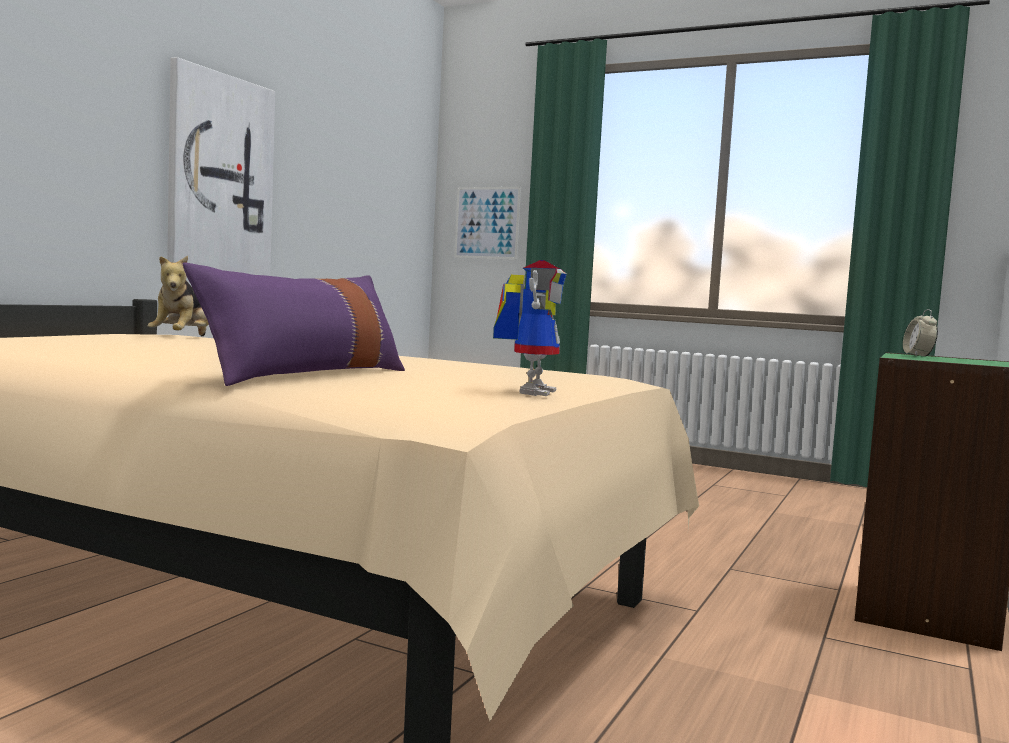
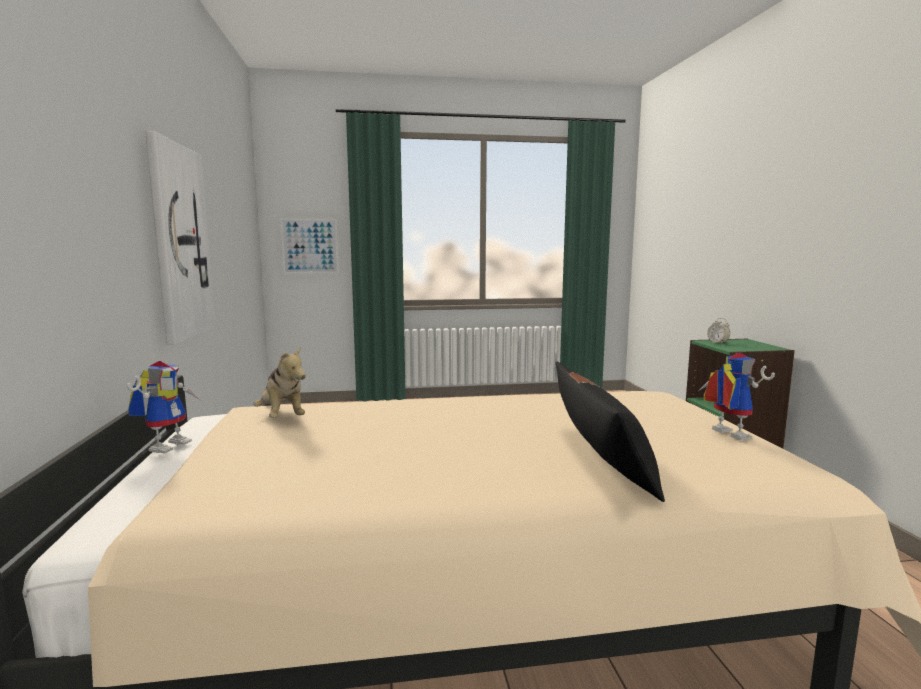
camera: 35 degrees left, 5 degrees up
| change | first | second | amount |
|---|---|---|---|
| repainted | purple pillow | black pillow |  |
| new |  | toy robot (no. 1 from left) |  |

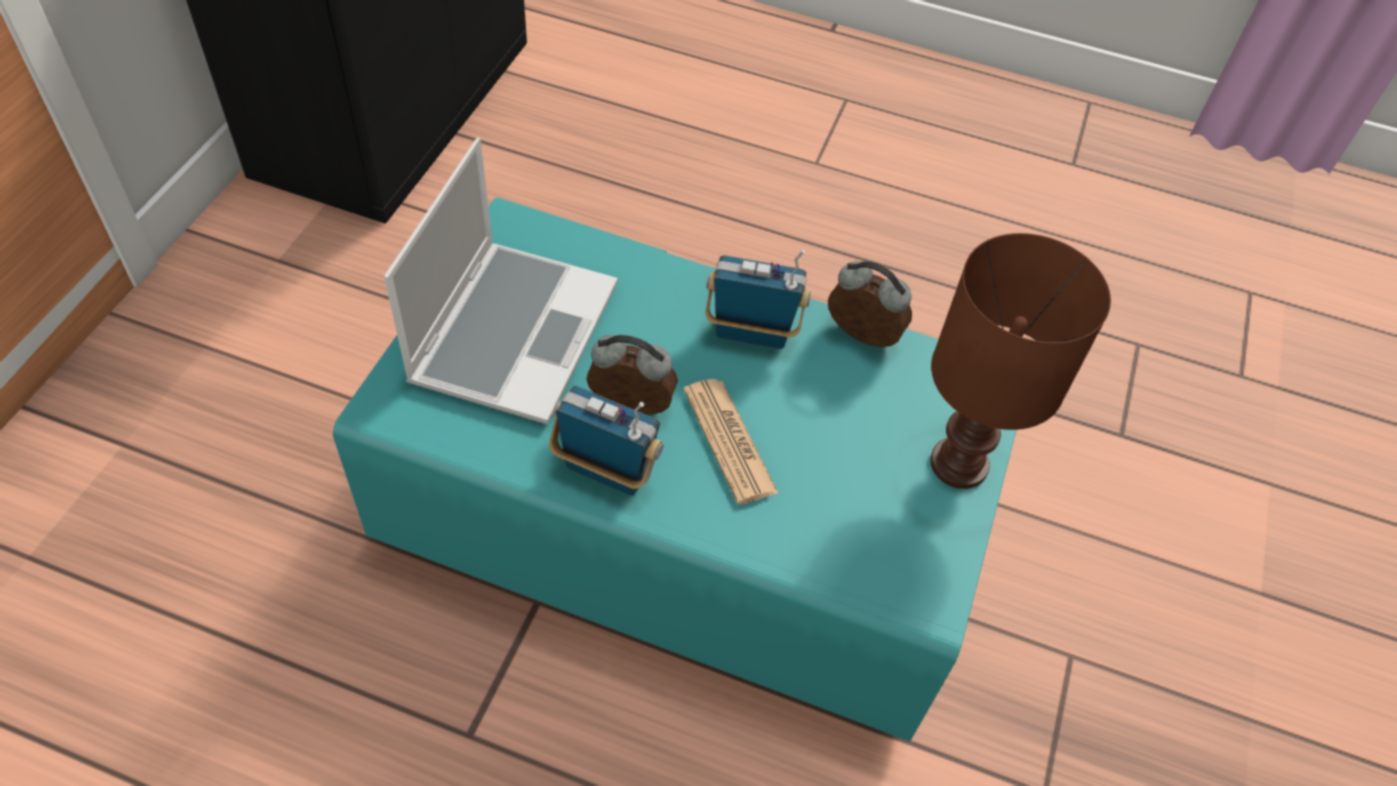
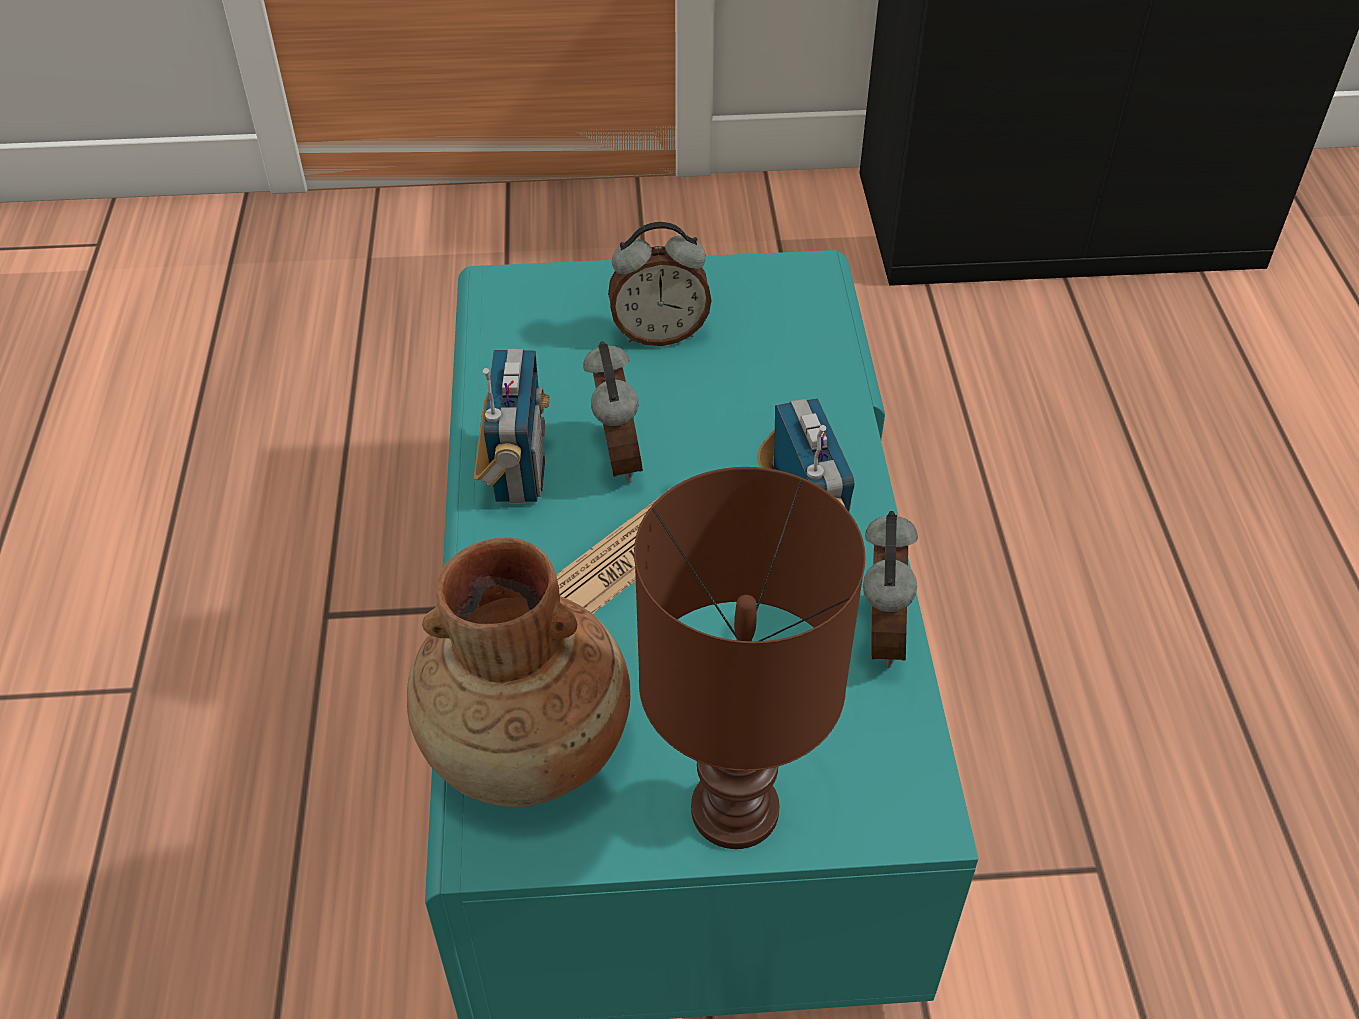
camera: 70 degrees right, 5 degrees down
| change | first | second | amount |
|---|---|---|---|
| swapped | laptop | alarm clock (no. 2 from left) |  |
| new |  | brown vase |  |

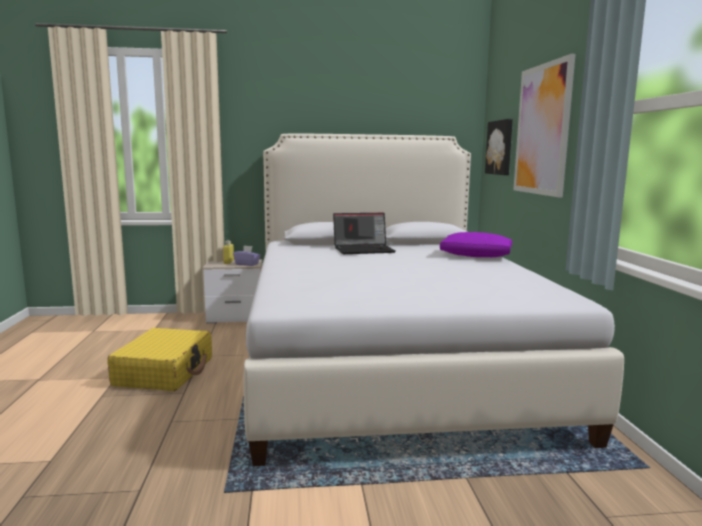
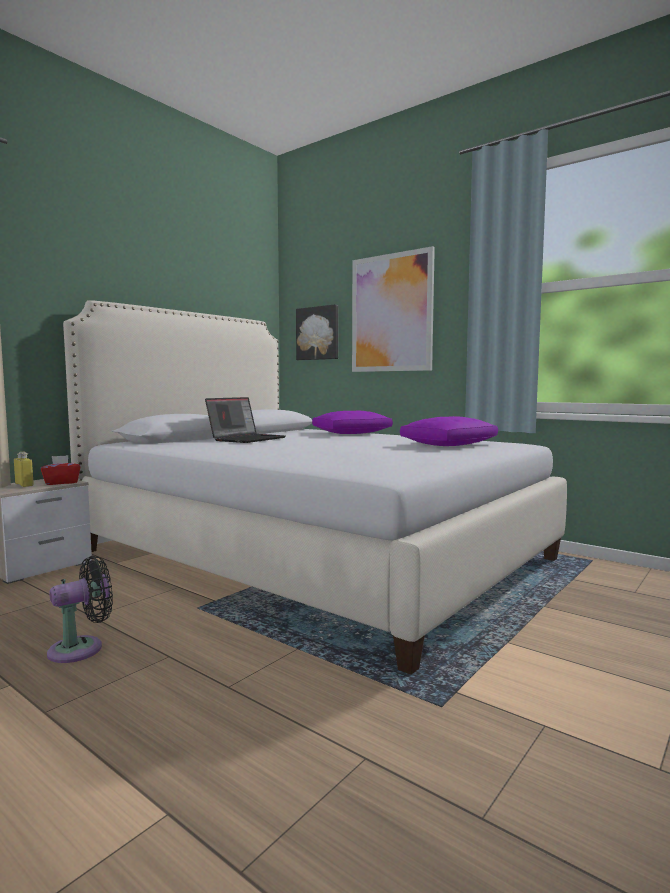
camera: 45 degrees left, 5 degrees down
| change | first | second | amount |
|---|---|---|---|
| repainted | purple tissue box | red tissue box |  |
| swapped | yellow suitcase | black fan |  |
| new |  | purple pillow (no. 2 from left) |  |

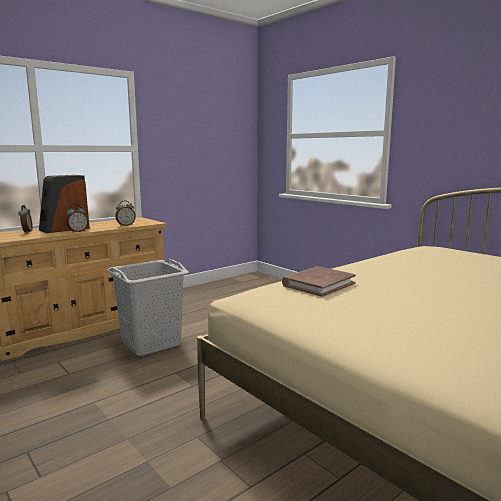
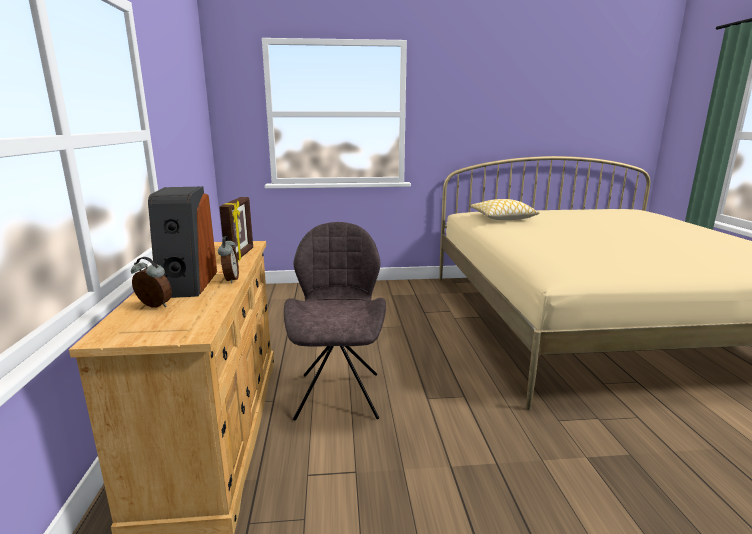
camera: 55 degrees left, 5 degrees up
| change | first | second | amount |
|---|---|---|---|
| swapped | alarm clock (no. 3 from left) | picture frame |  |
| swapped | grey laundry basket | grey chair |  |
| gone | brown book |  |  |
| new |  | pillow |  |

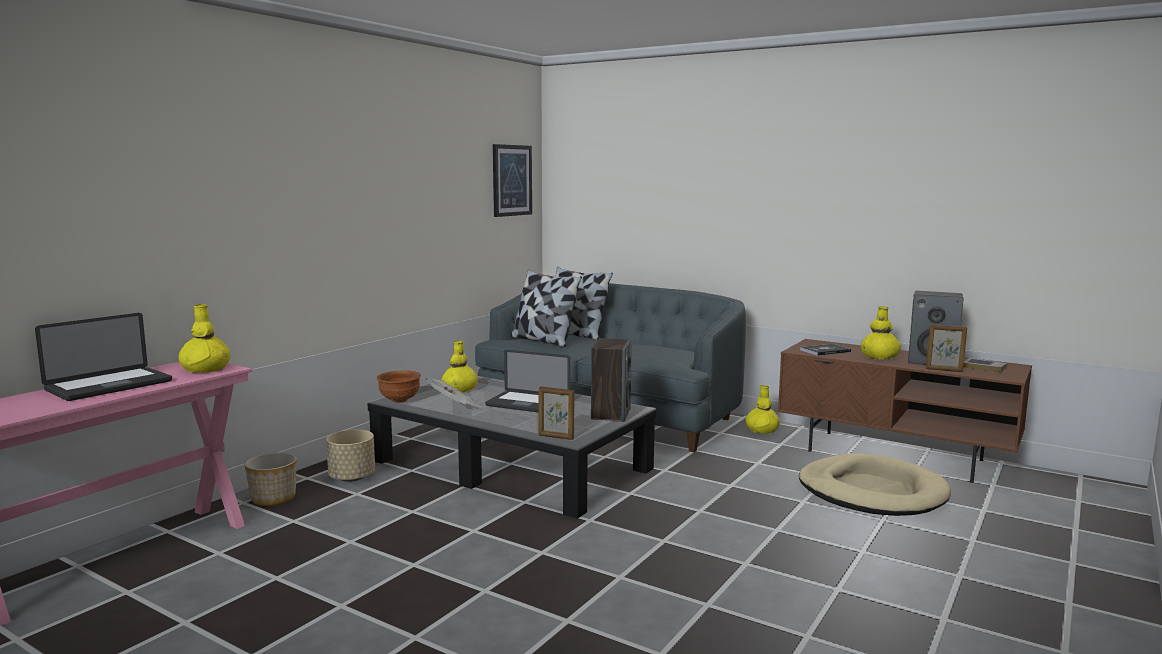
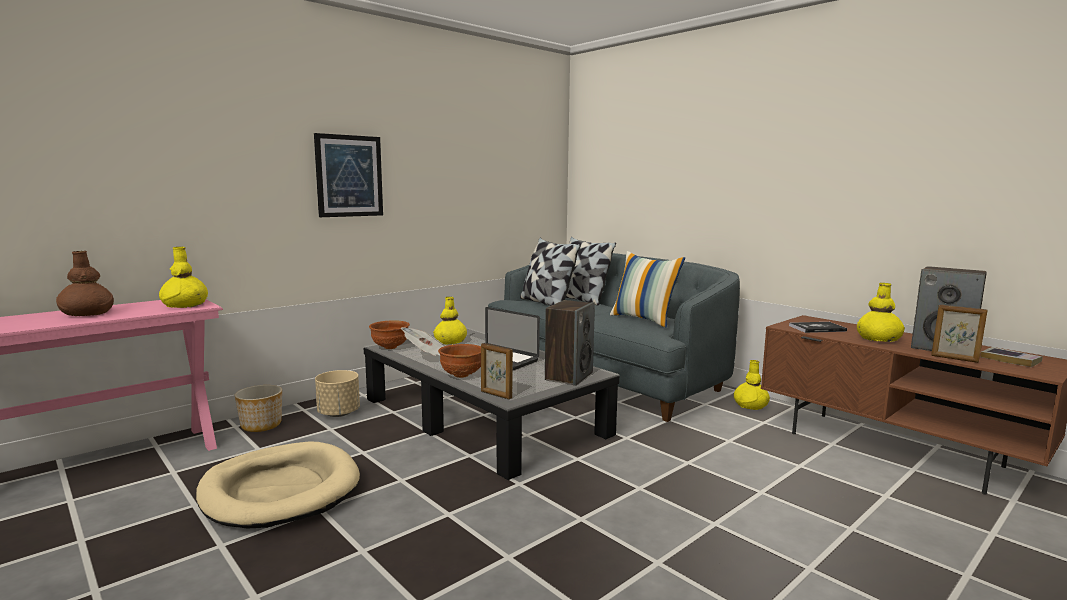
camera: 15 degrees right, 0 degrees up
| change | first | second | amount |
|---|---|---|---|
| shifted | picture |  |  |
| swapped | laptop (no. 1 from left) | brown vase |  |
| shifted | beige dog bed |  |  |
| new |  | pillow (no. 3 from left) |  |
| new |  | brown bowl (no. 2 from left) |  |

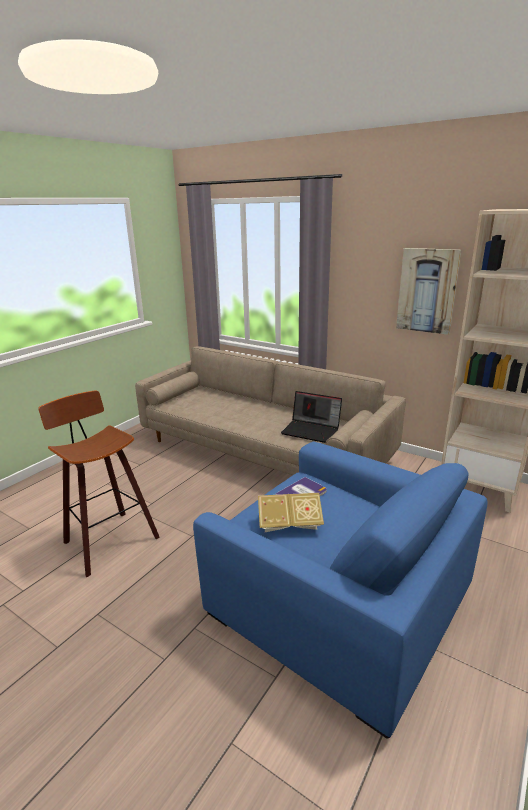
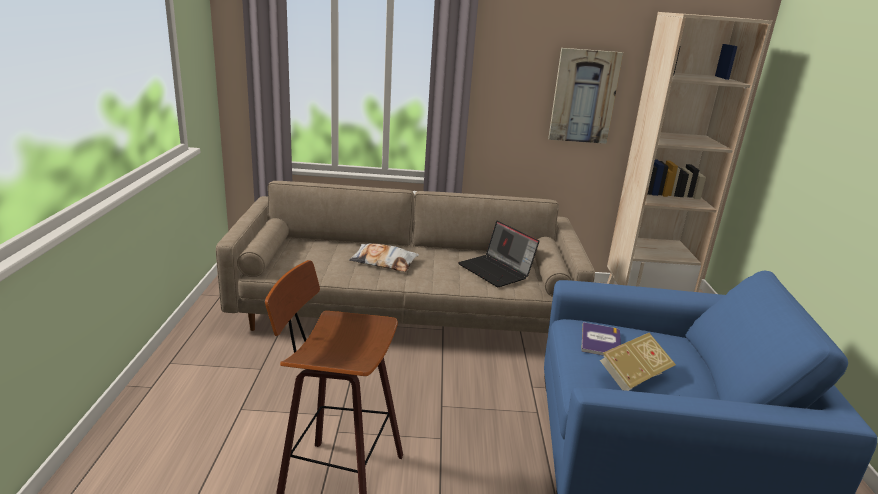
camera: 35 degrees left, 0 degrees up
| change | first | second | amount |
|---|---|---|---|
| rotated | laptop |  | 60 degrees clockwise |
| new |  | pillow |  |

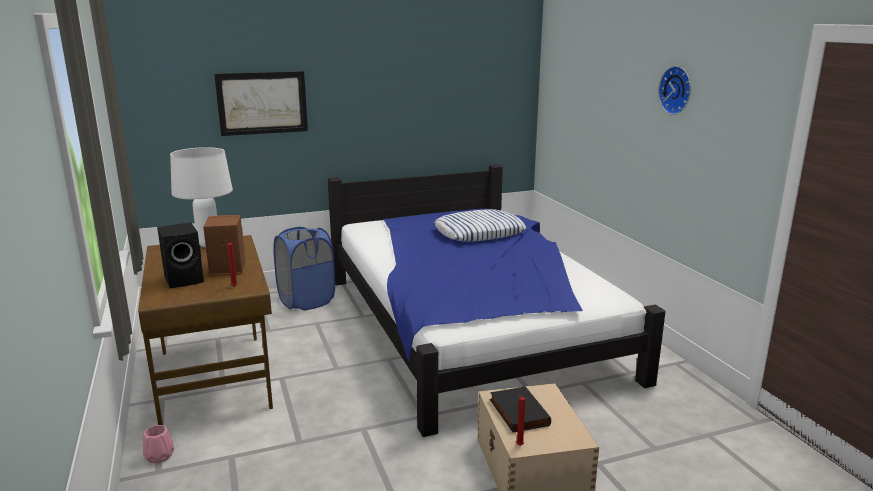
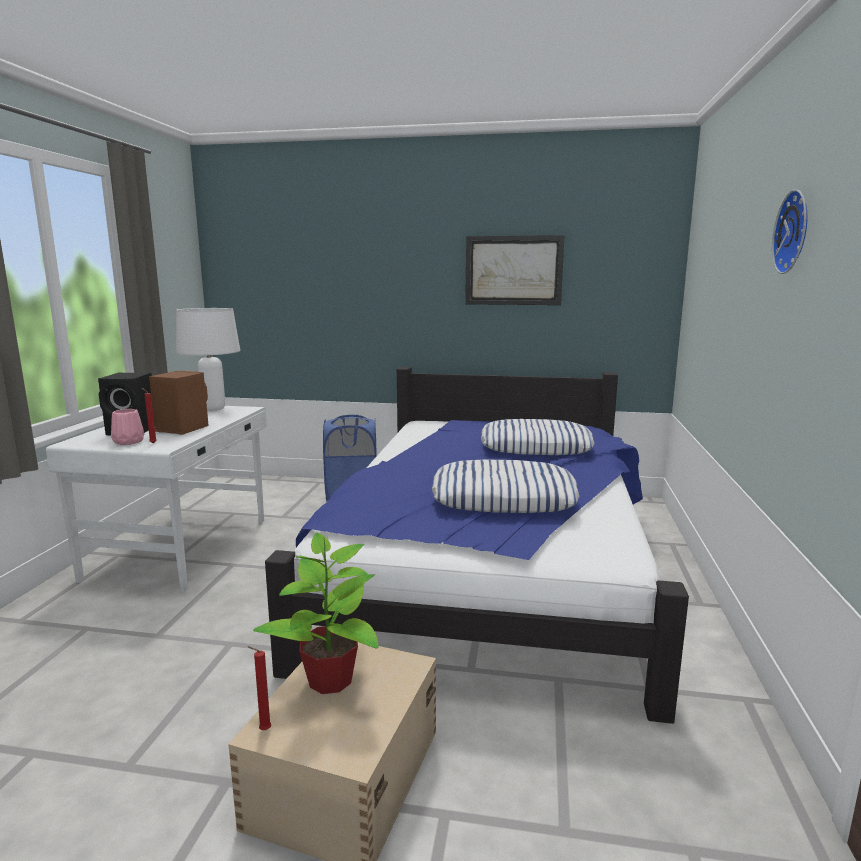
camera: 30 degrees right, 5 degrees down
| change | first | second | amount |
|---|---|---|---|
| shifted | picture |  |  |
| repainted | brown desk | white desk |  |
| swapped | black book | potted plant |  |
| shifted | pink vase |  |  |
| new |  | pillow (no. 1 from left) |  |

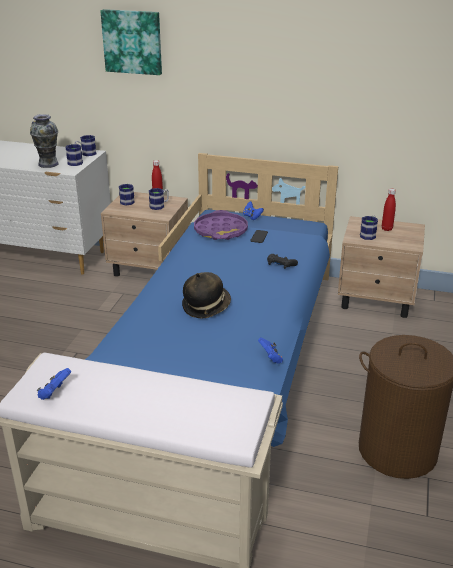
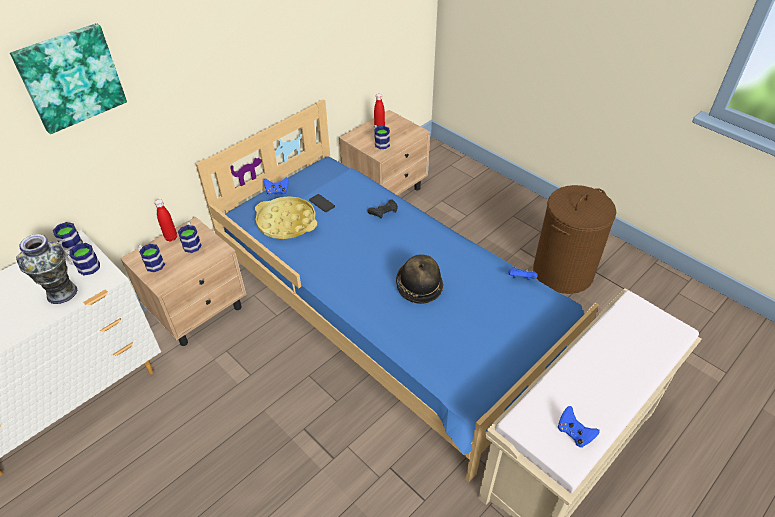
camera: 60 degrees left, 15 degrees up
| change | first | second | amount |
|---|---|---|---|
| repainted | purple tray | yellow tray |  |

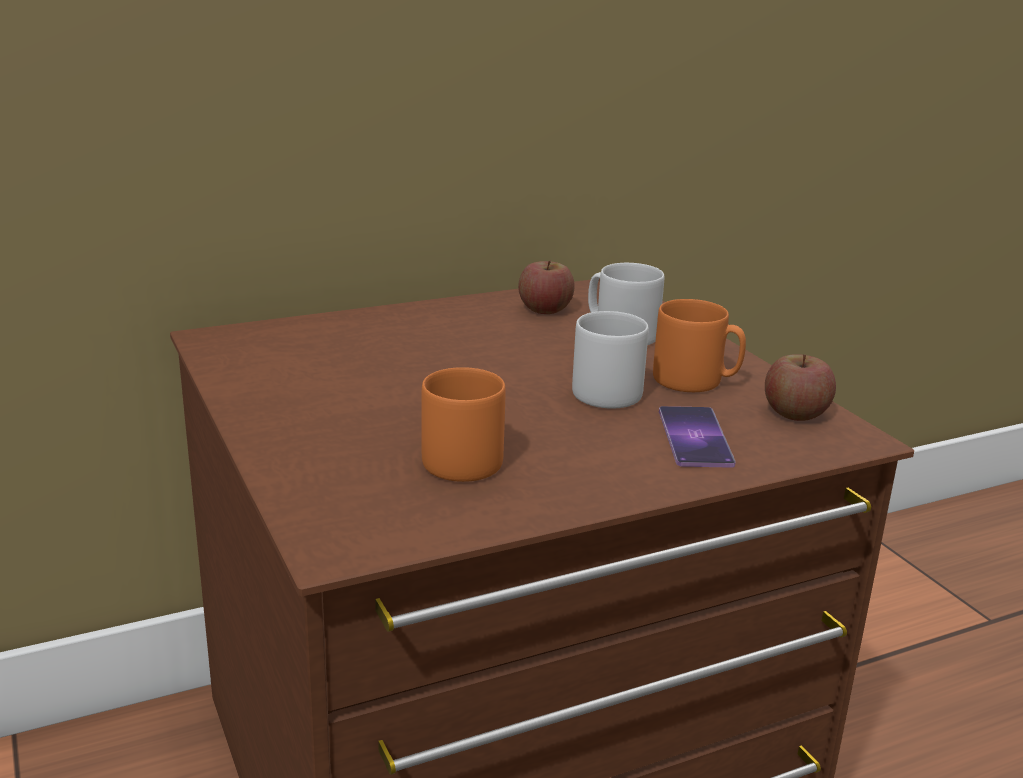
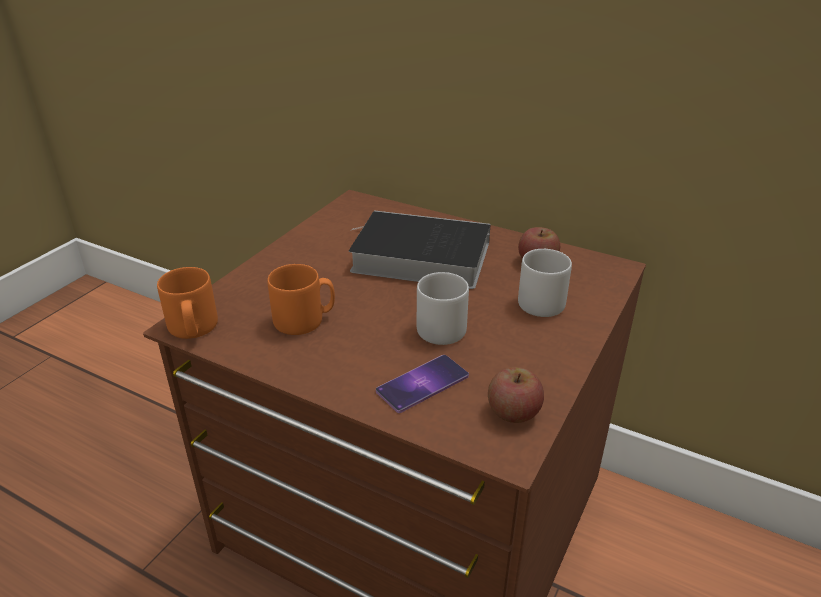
camera: 55 degrees right, 10 degrees up
| change | first | second | amount |
|---|---|---|---|
| shifted | orange mug (no. 2 from left in the first image) | orange mug (no. 1 from left) |  |
| new |  | book |  |

